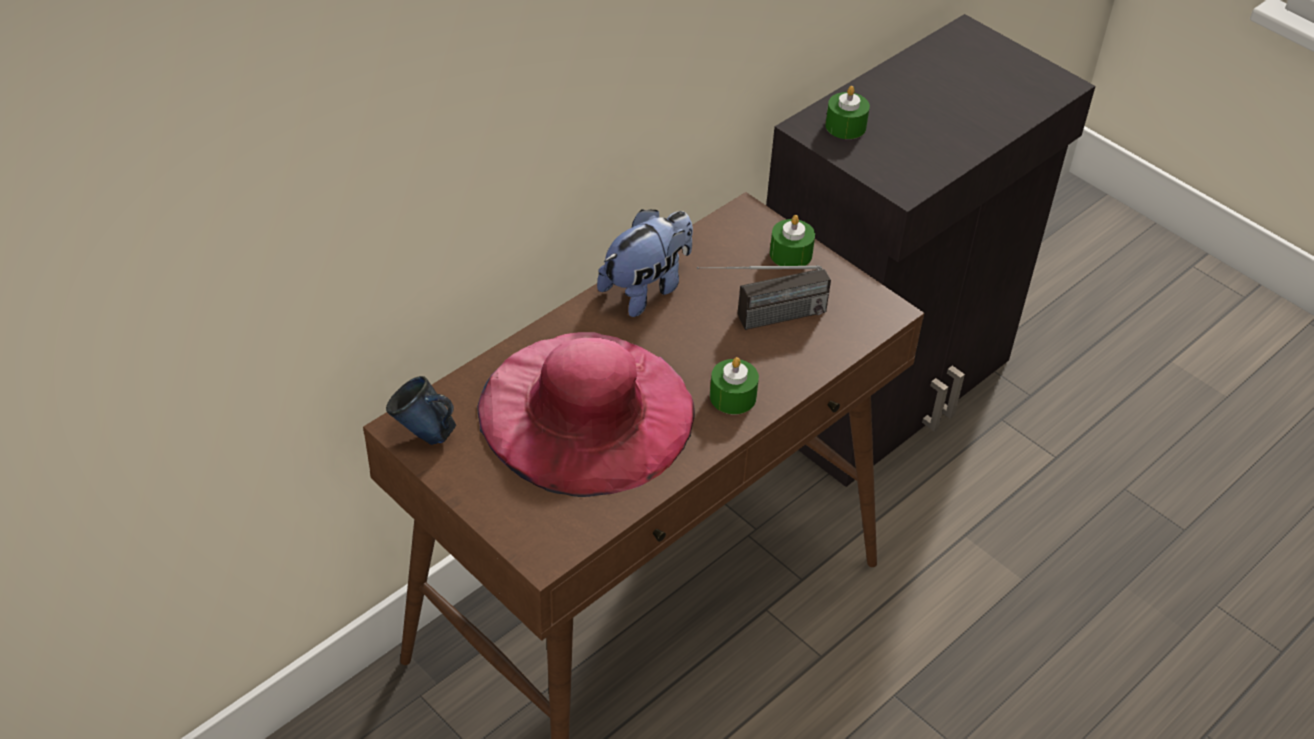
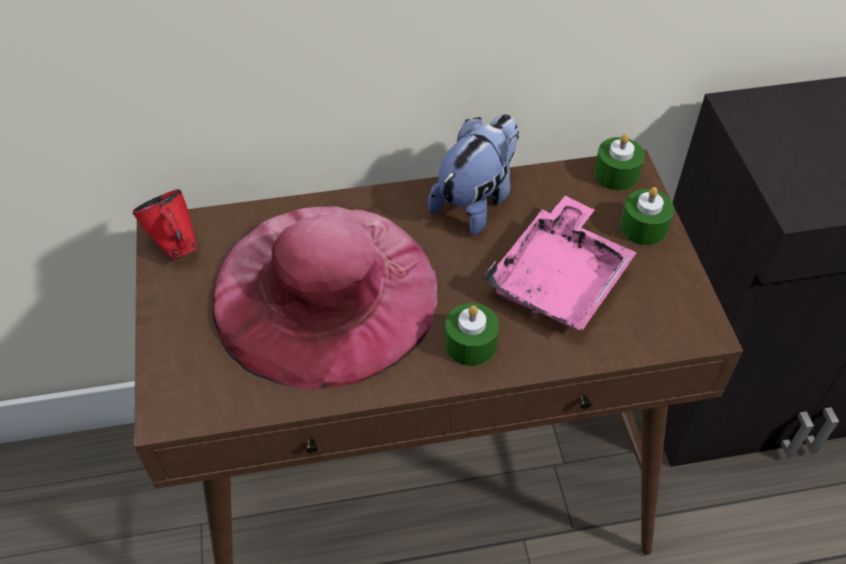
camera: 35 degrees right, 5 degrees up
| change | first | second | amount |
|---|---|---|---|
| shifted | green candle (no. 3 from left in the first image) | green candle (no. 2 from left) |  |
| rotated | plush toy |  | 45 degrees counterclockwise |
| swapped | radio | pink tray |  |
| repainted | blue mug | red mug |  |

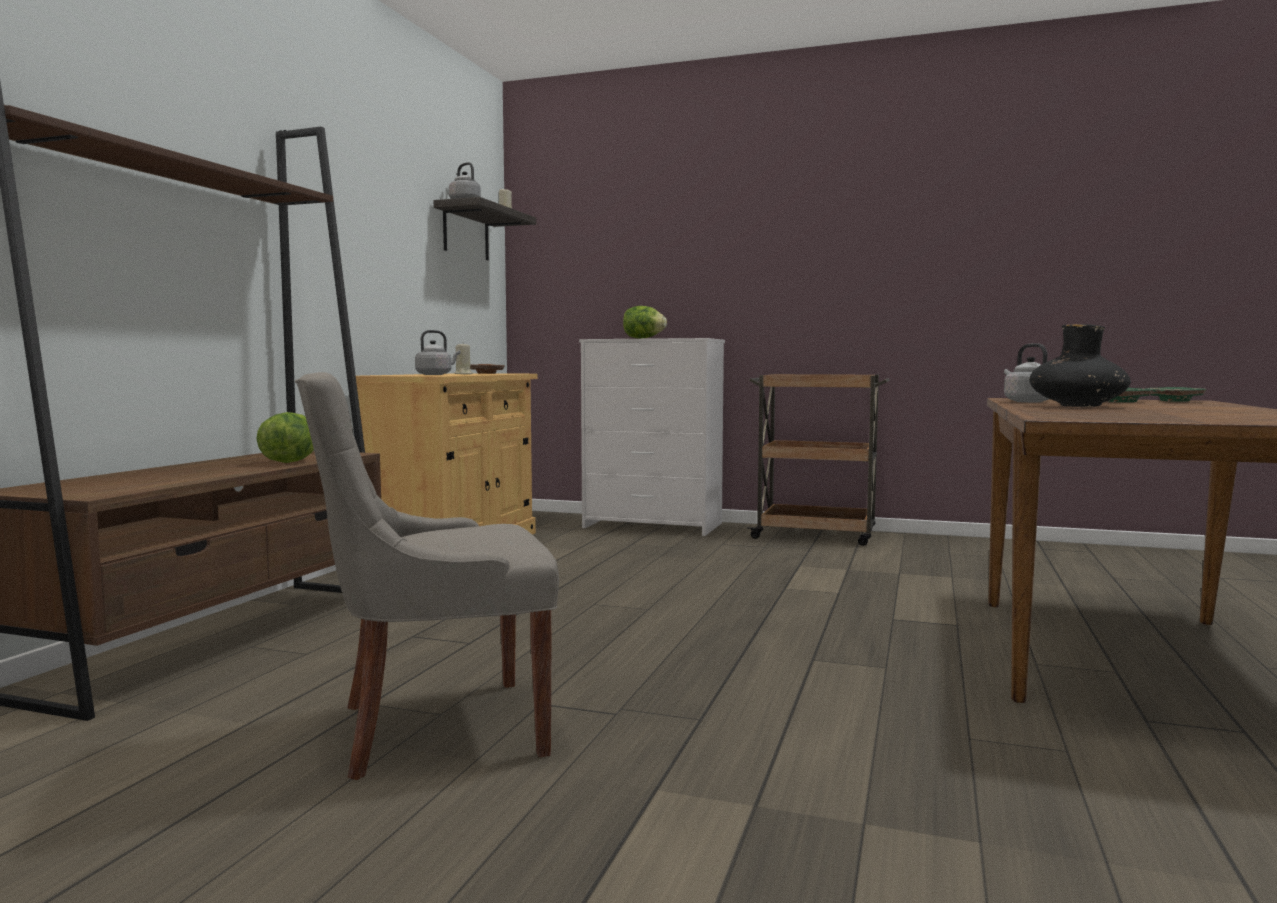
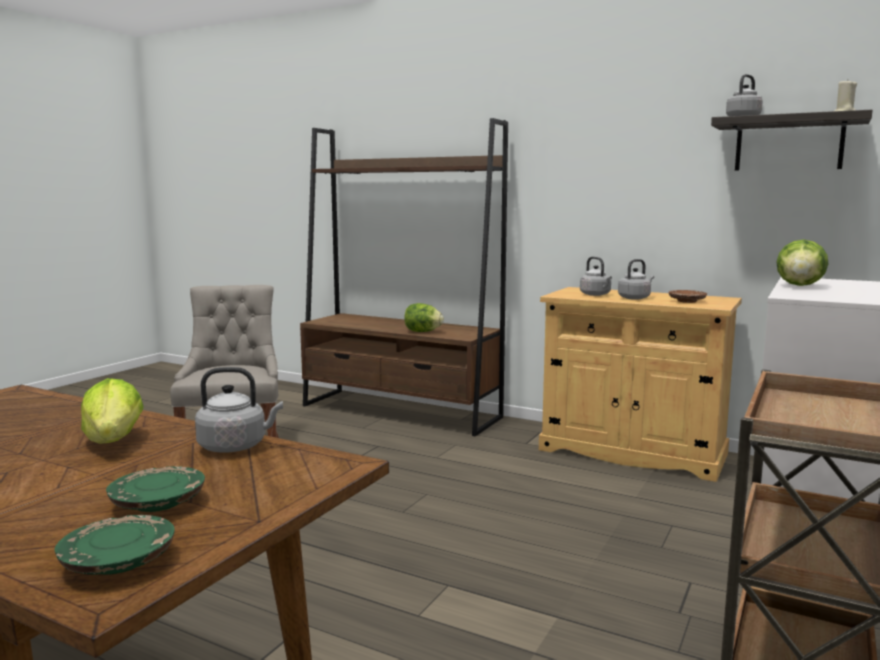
camera: 100 degrees right, 5 degrees up
| change | first | second | amount |
|---|---|---|---|
| swapped | black vase | lettuce (no. 1 from left) |  |
| swapped | beige candle (no. 1 from left) | grey kettle (no. 3 from left) |  |

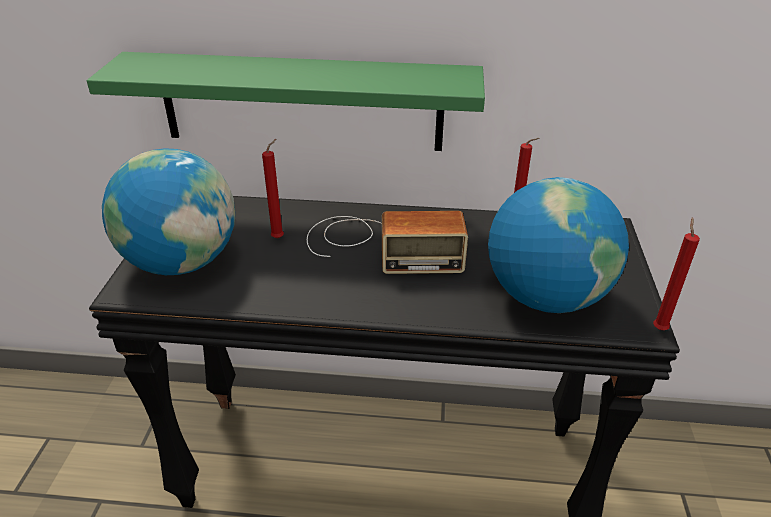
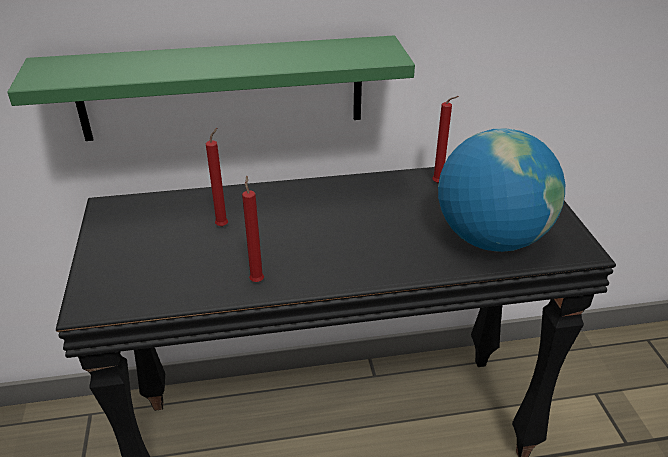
camera: 15 degrees left, 0 degrees up
| change | first | second | amount |
|---|---|---|---|
| gone | globe (no. 1 from left) |  |  |
| gone | radio |  |  |
| shifted | red candle (no. 3 from left in the first image) | red candle (no. 2 from left) |  |

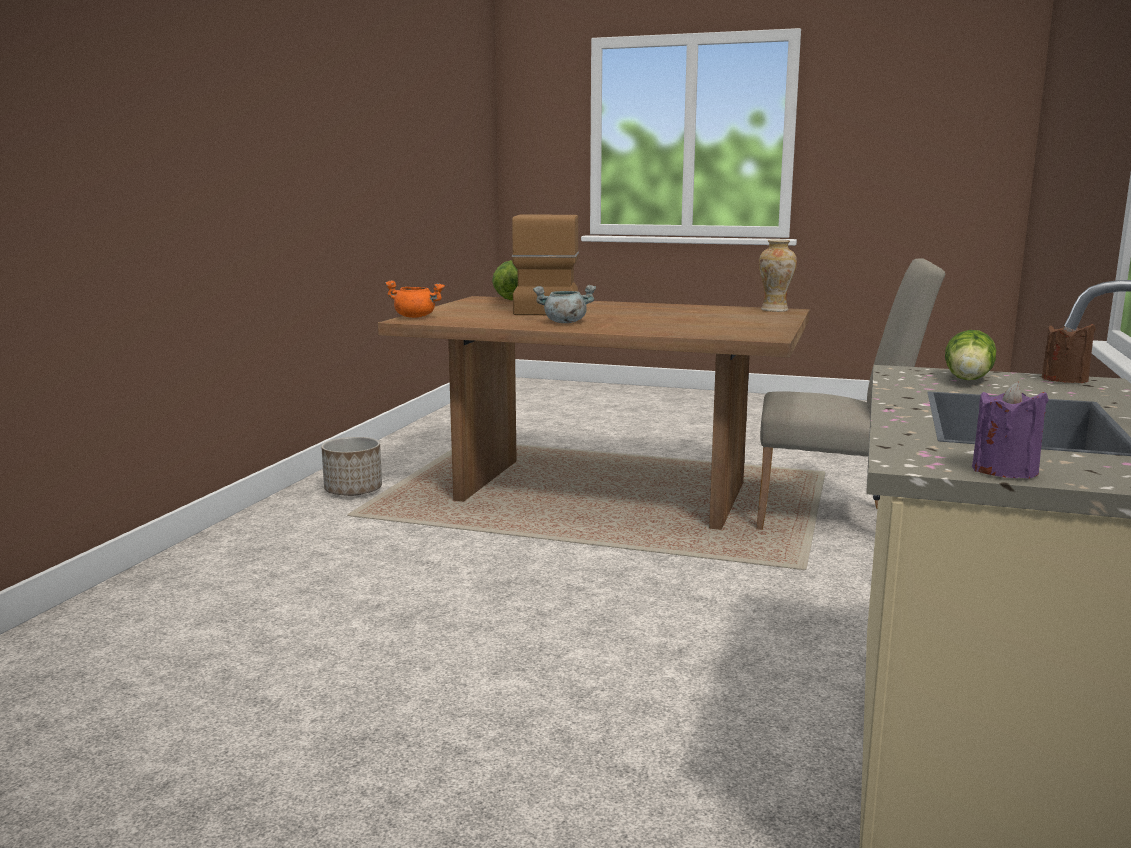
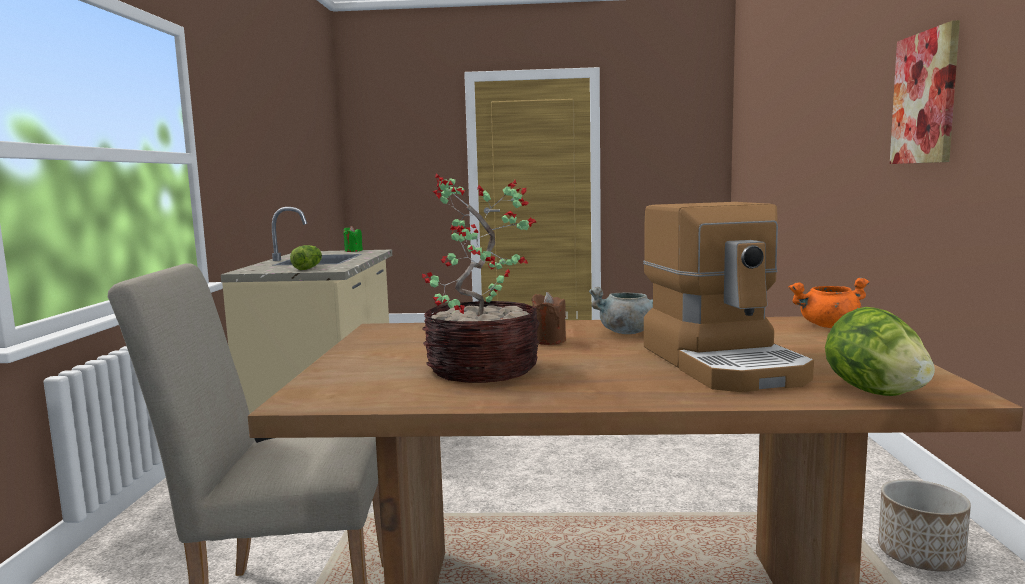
camera: 165 degrees right, 5 degrees down
| change | first | second | amount |
|---|---|---|---|
| gone | vase |  |  |
| shifted | brown candle |  |  |
| repainted | purple candle | green candle |  |
| new |  | picture |  |
| new |  | potted plant |  |

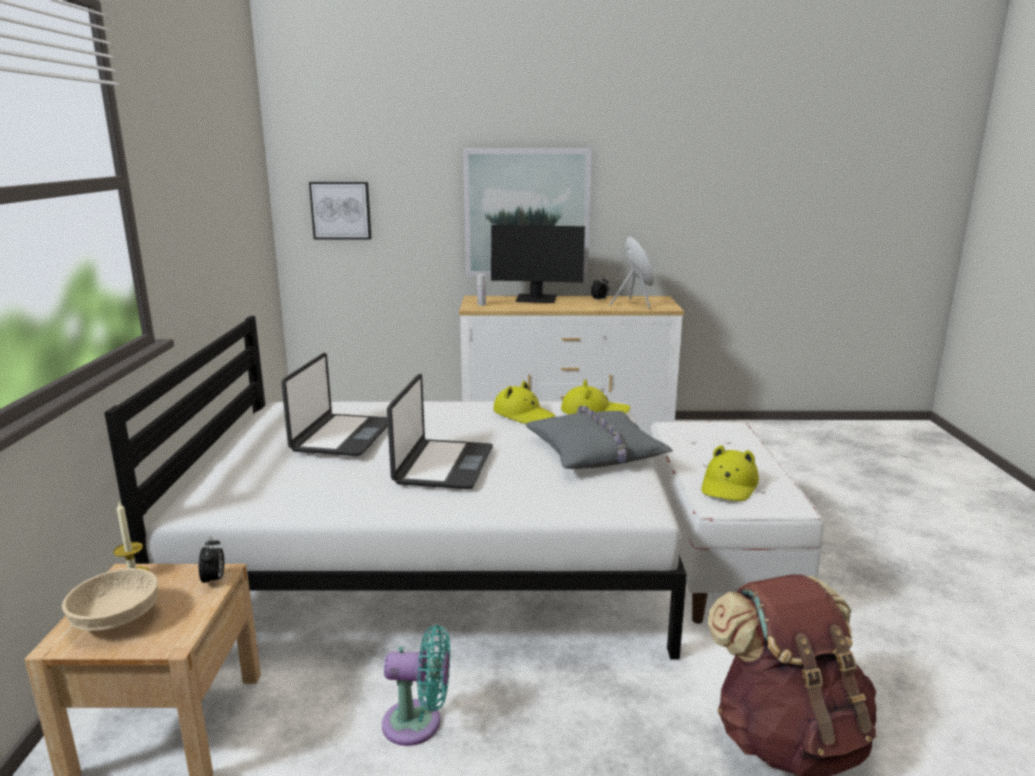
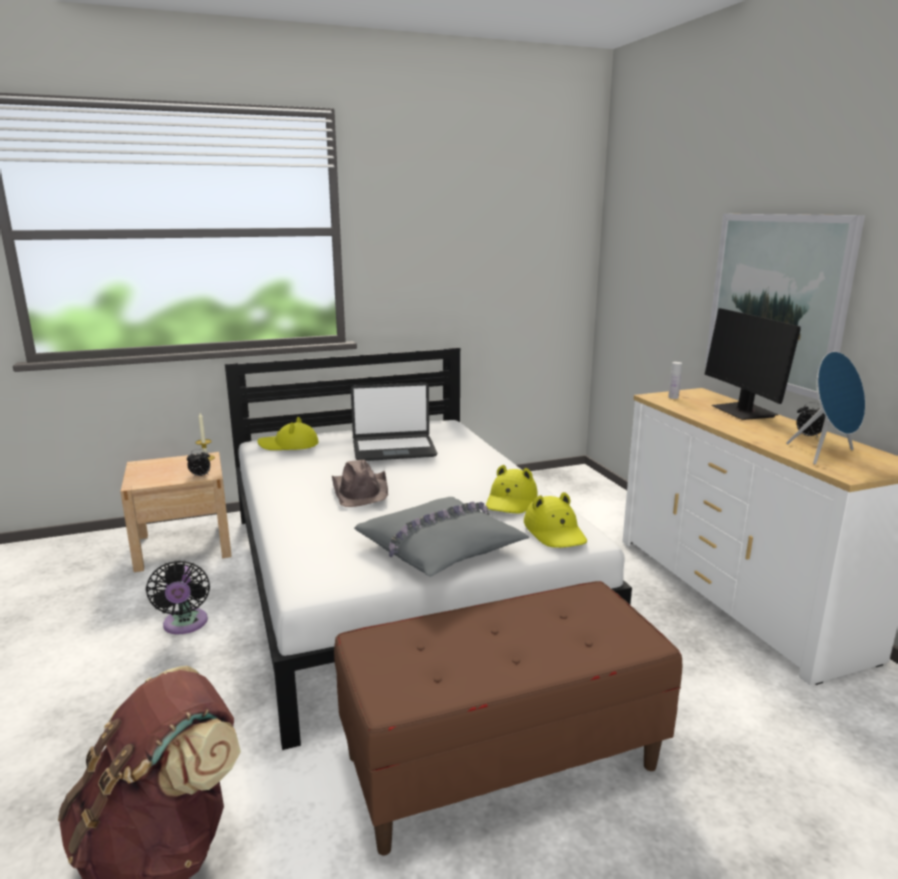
camera: 70 degrees right, 0 degrees up
| change | first | second | amount |
|---|---|---|---|
| gone | picture (no. 1 from left) |  |  |
| swapped | laptop (no. 2 from left) | brown hat |  |
| repainted | white bench | brown bench |  |
| shifted | yellow hat (no. 3 from left in the first image) | yellow hat (no. 1 from left) |  |
| gone | beige bowl |  |  |
| repainted | turquoise fan | black fan |  |

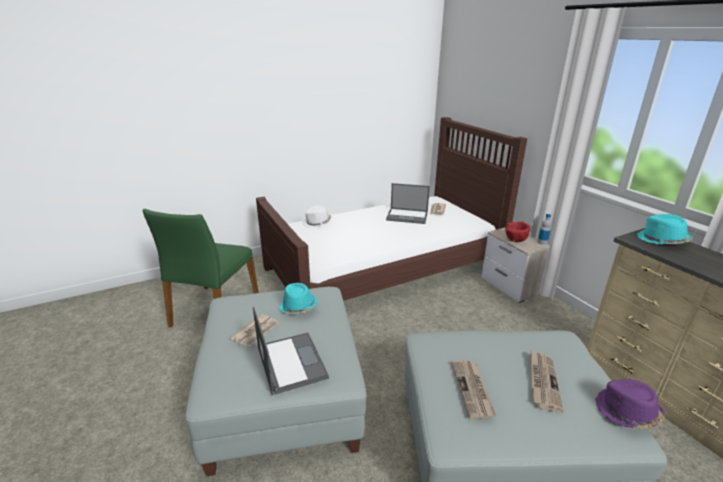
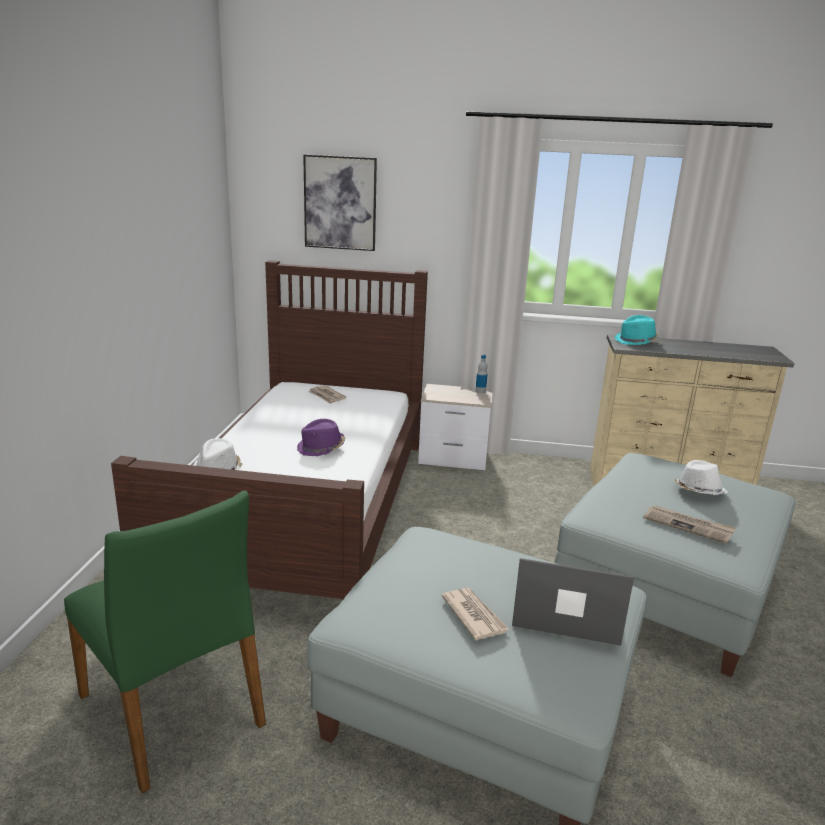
camera: 55 degrees left, 5 degrees down
| change | first | second | amount |
|---|---|---|---|
| gone | laptop (no. 2 from left) |  |  |
| gone | red bowl |  |  |
| gone | turquoise hat (no. 1 from left) |  |  |
| swapped | newspaper (no. 4 from left) | white hat (no. 2 from left) |  |
| shifted | purple hat |  |  |
| new |  | picture |  |

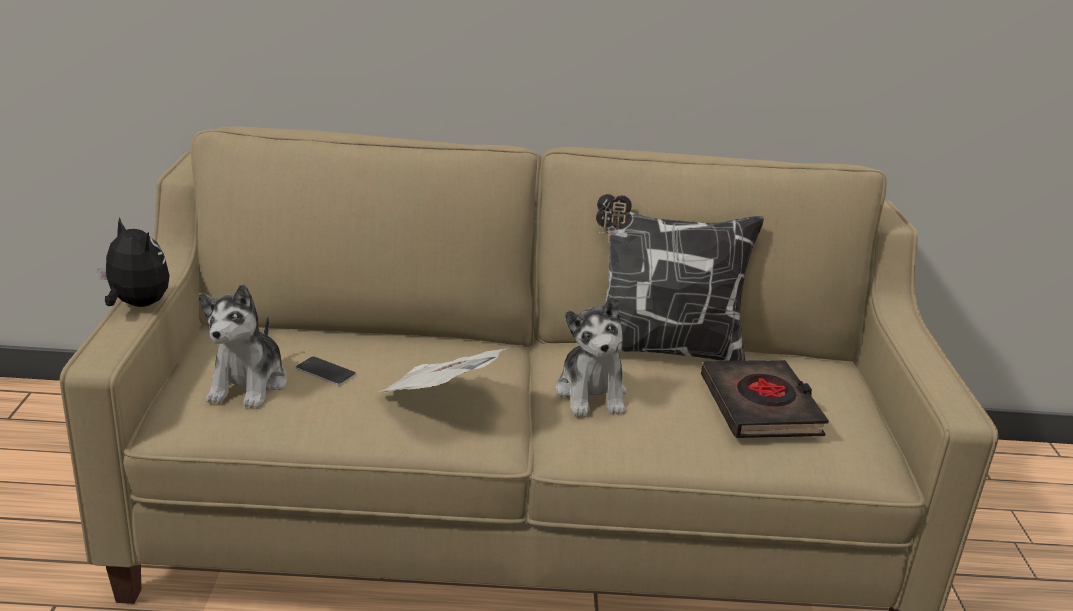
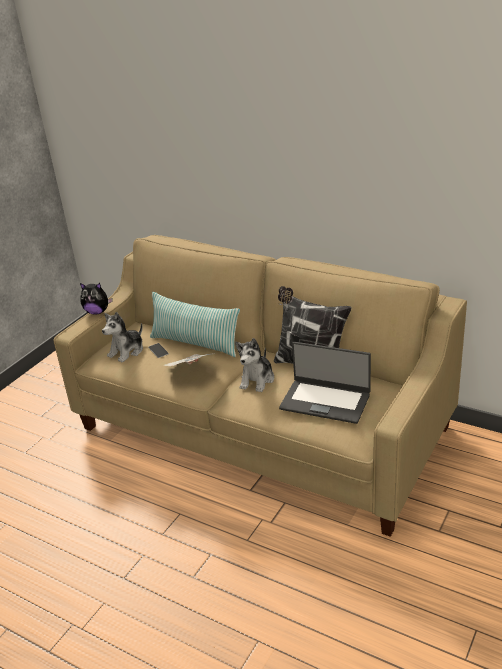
camera: 35 degrees right, 5 degrees up
| change | first | second | amount |
|---|---|---|---|
| rotated | plush toy (no. 1 from left) |  | 120 degrees clockwise |
| swapped | black book | laptop |  |
| new |  | pillow (no. 1 from left) |  |

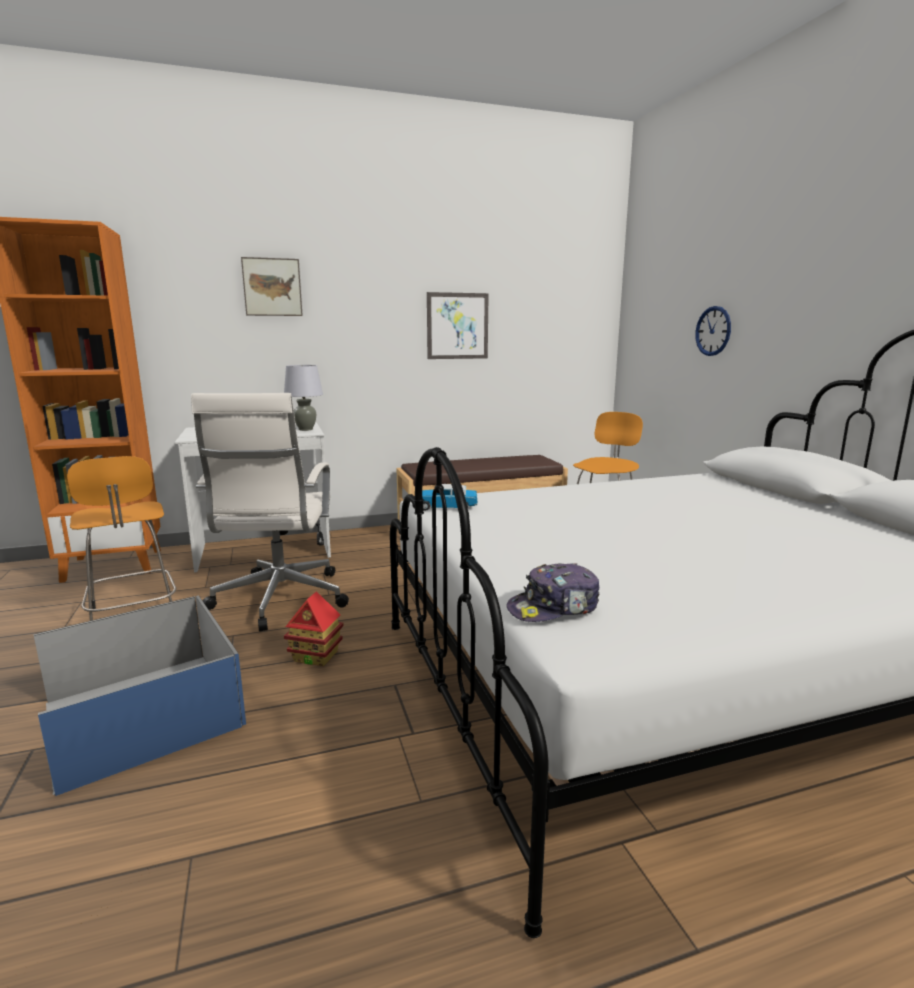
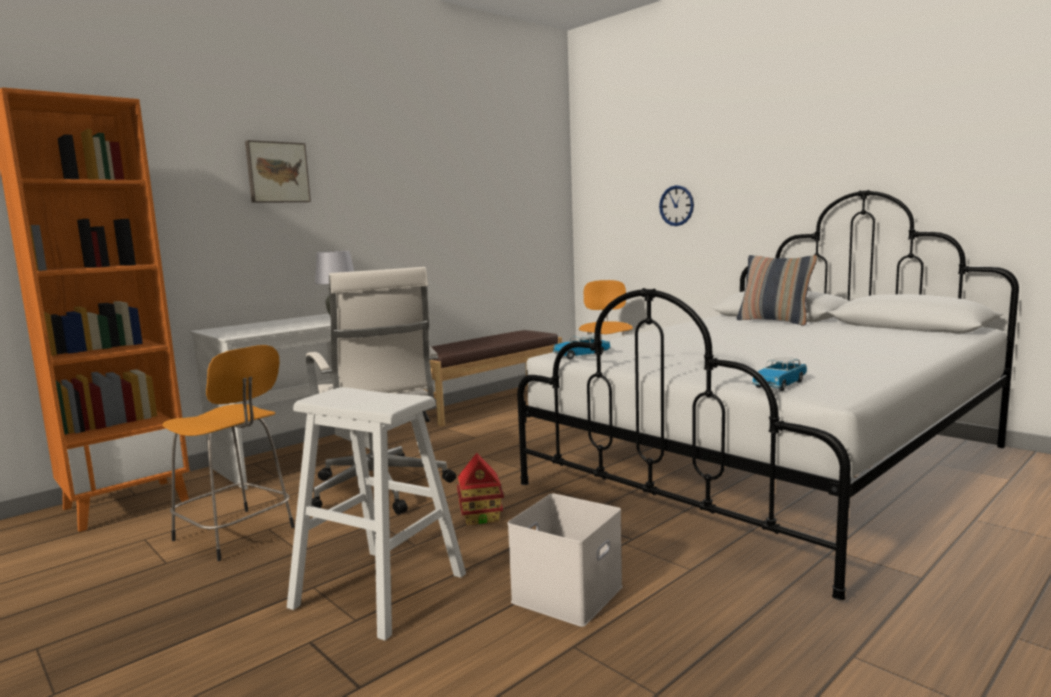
camera: 25 degrees left, 5 degrees down
| change | first | second | amount |
|---|---|---|---|
| gone | picture (no. 2 from left) |  |  |
| swapped | cap | toy car (no. 2 from left) |  |
| swapped | blue storage box | white stool |  |
| new |  | pillow |  |
| new |  | white storage box |  |

